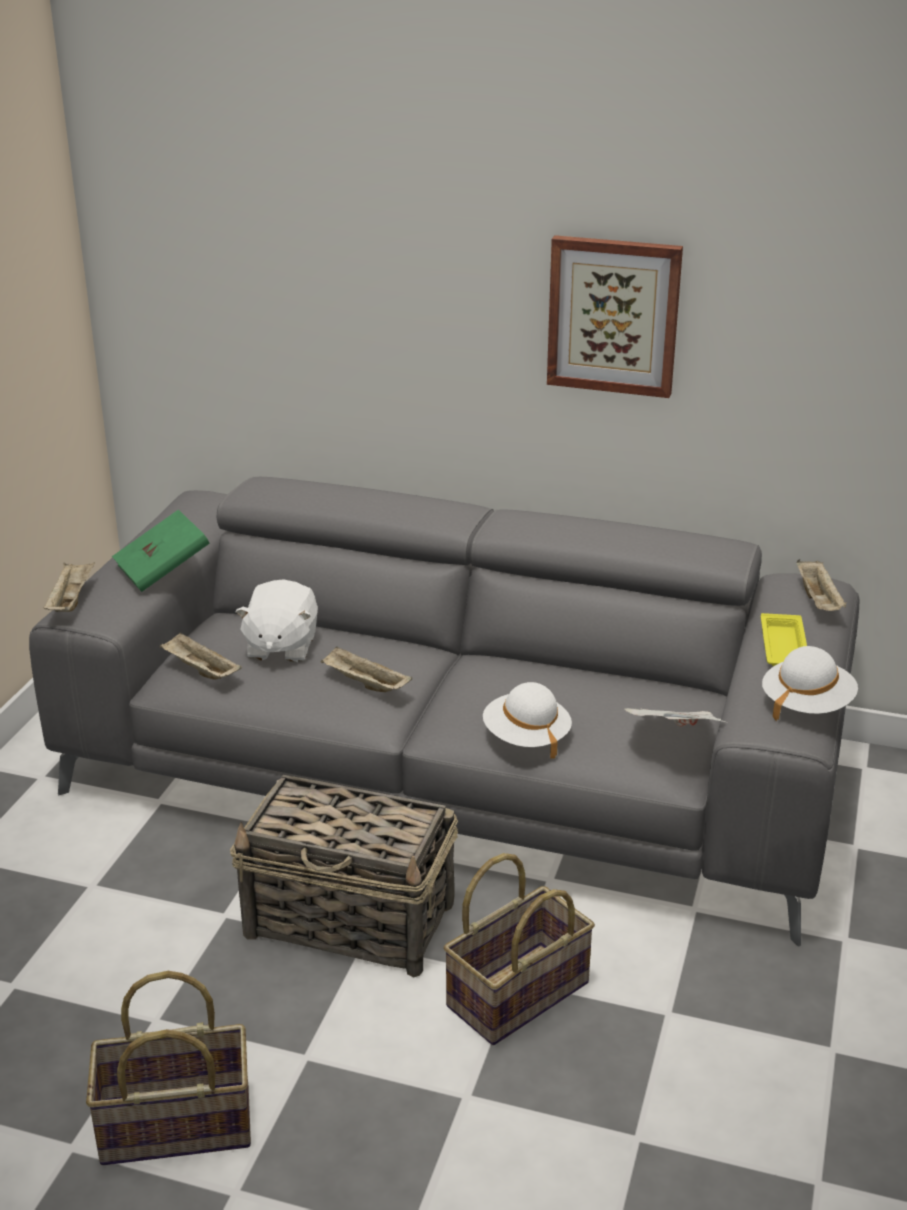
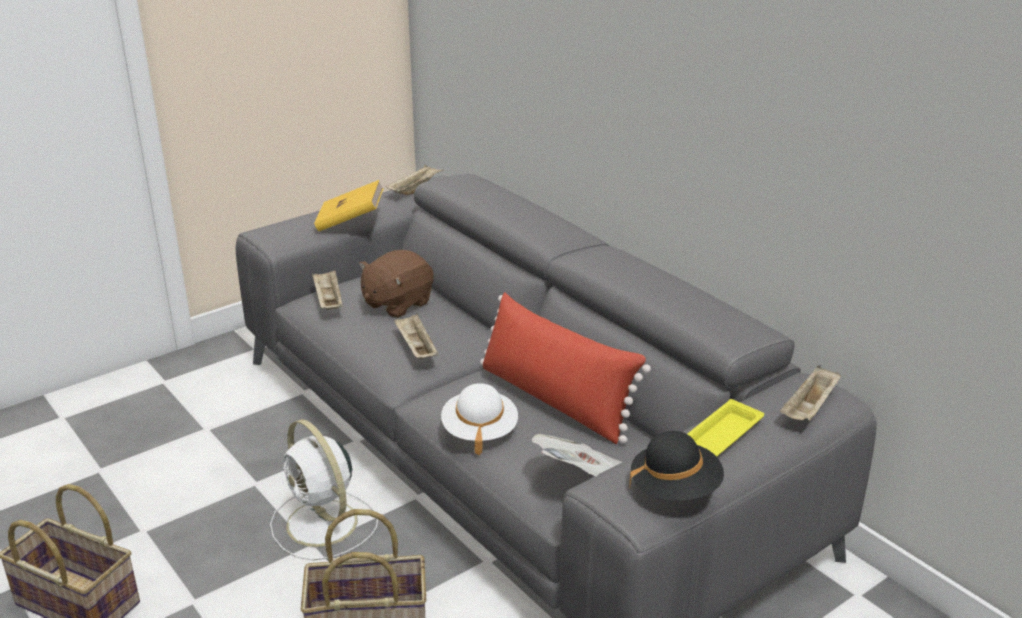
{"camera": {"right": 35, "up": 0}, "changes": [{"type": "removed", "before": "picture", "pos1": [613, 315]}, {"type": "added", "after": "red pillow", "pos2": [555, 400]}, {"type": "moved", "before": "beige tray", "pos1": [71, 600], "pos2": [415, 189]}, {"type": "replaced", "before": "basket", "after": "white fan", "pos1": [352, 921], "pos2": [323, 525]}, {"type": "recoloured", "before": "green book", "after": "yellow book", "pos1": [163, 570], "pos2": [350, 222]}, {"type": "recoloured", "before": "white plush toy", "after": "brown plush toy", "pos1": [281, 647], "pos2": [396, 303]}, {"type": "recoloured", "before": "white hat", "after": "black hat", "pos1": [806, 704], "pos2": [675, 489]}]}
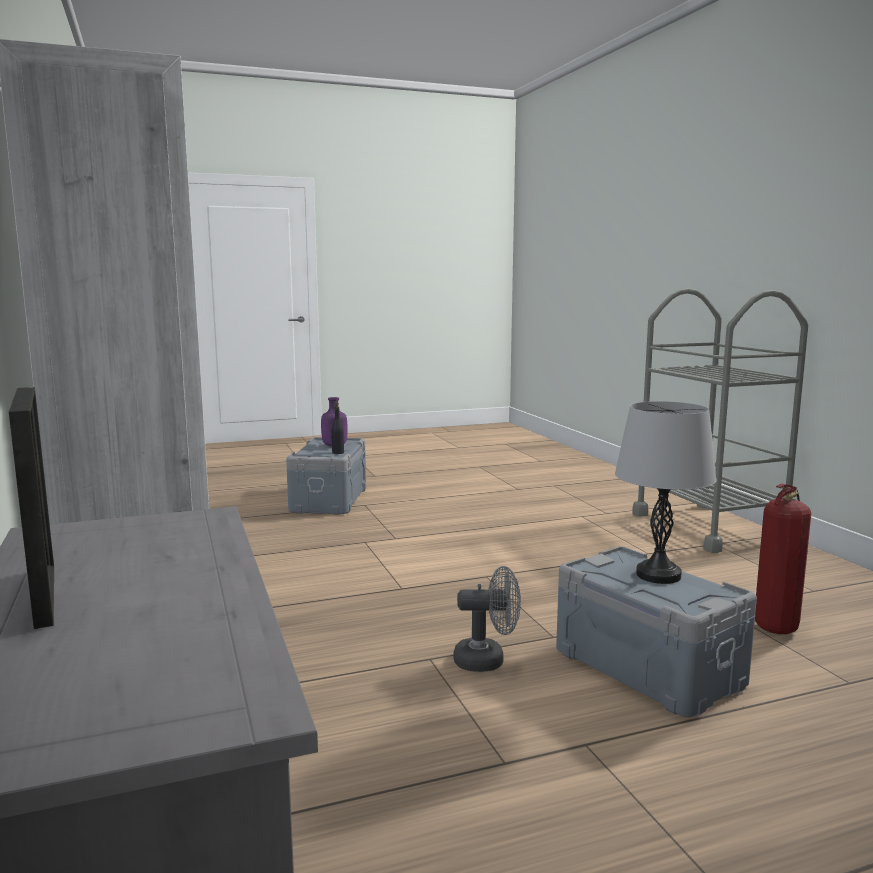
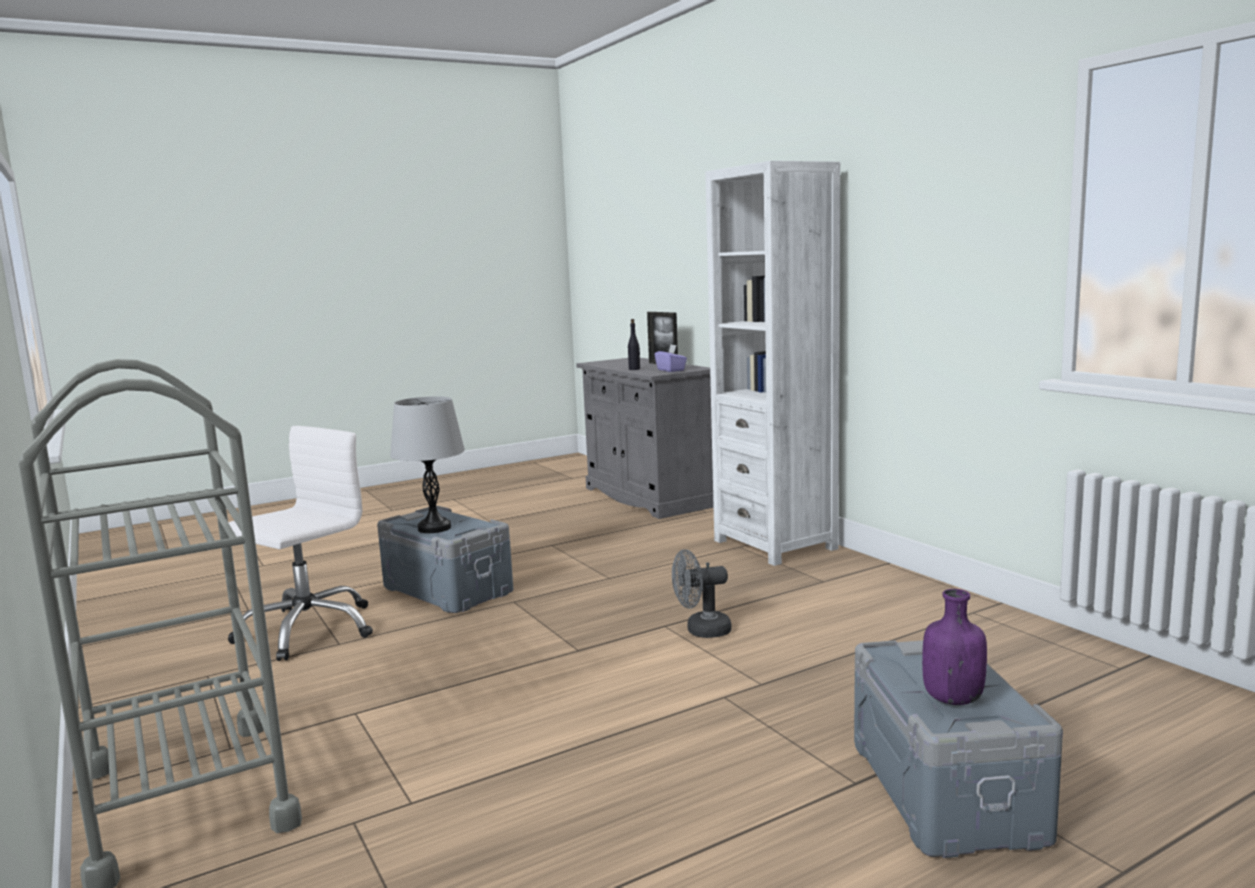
{"camera": {"right": 170, "up": 0}, "changes": [{"type": "added", "after": "purple tissue box", "pos2": [671, 370]}, {"type": "moved", "before": "black bottle", "pos1": [338, 452], "pos2": [634, 369]}, {"type": "moved", "before": "grey fan", "pos1": [487, 660], "pos2": [701, 631]}, {"type": "replaced", "before": "fire extinguisher", "after": "white office chair", "pos1": [777, 627], "pos2": [307, 630]}]}
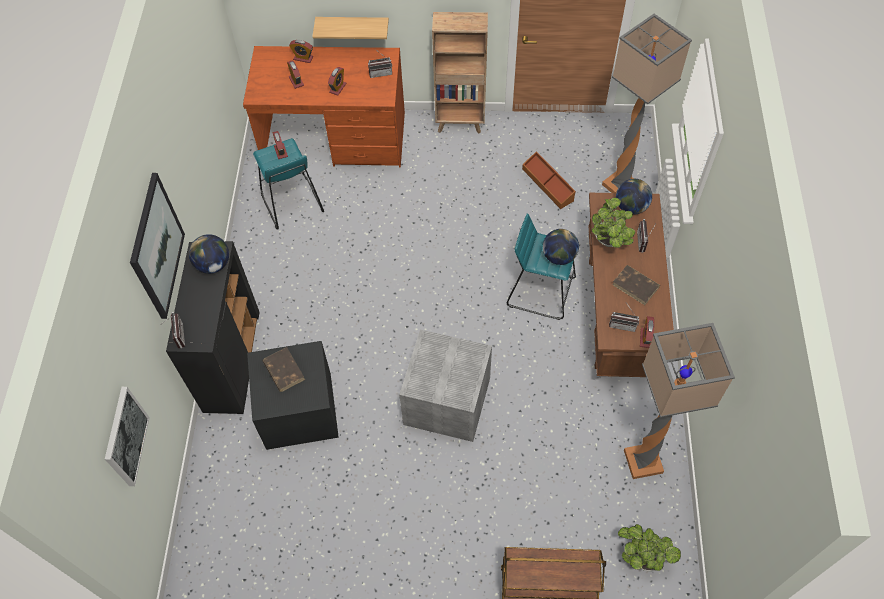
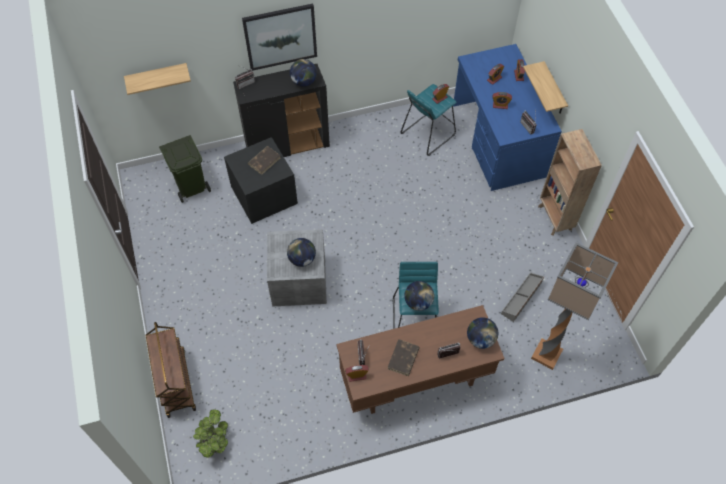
{"camera": {"right": 70, "up": 0}, "changes": [{"type": "removed", "before": "potted plant", "pos1": [609, 242]}, {"type": "removed", "before": "floor lamp", "pos1": [642, 462]}, {"type": "added", "after": "green trash can", "pos2": [192, 186]}, {"type": "added", "after": "globe", "pos2": [302, 259]}, {"type": "replaced", "before": "picture", "after": "shelf", "pos1": [125, 437], "pos2": [157, 76]}, {"type": "recoloured", "before": "brown desk", "after": "blue desk", "pos1": [335, 139], "pos2": [497, 141]}, {"type": "recoloured", "before": "brown storage box", "after": "grey storage box", "pos1": [548, 184], "pos2": [522, 298]}]}
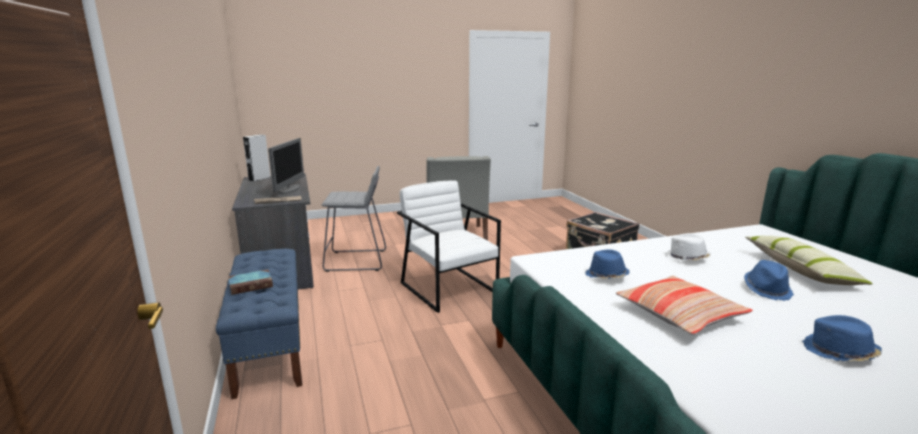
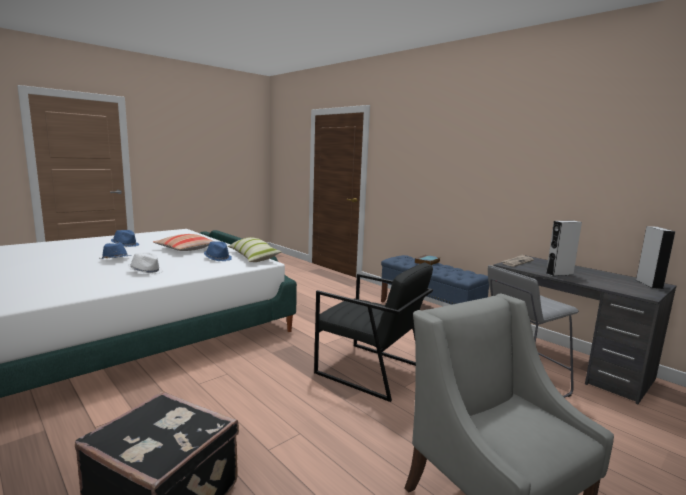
{"camera": {"right": 155, "up": -5}, "changes": [{"type": "moved", "before": "pillow", "pos1": [800, 270], "pos2": [253, 257]}, {"type": "replaced", "before": "monitor", "after": "grey speaker", "pos1": [289, 189], "pos2": [559, 274]}, {"type": "recoloured", "before": "white armchair", "after": "black armchair", "pos1": [449, 288], "pos2": [370, 370]}]}
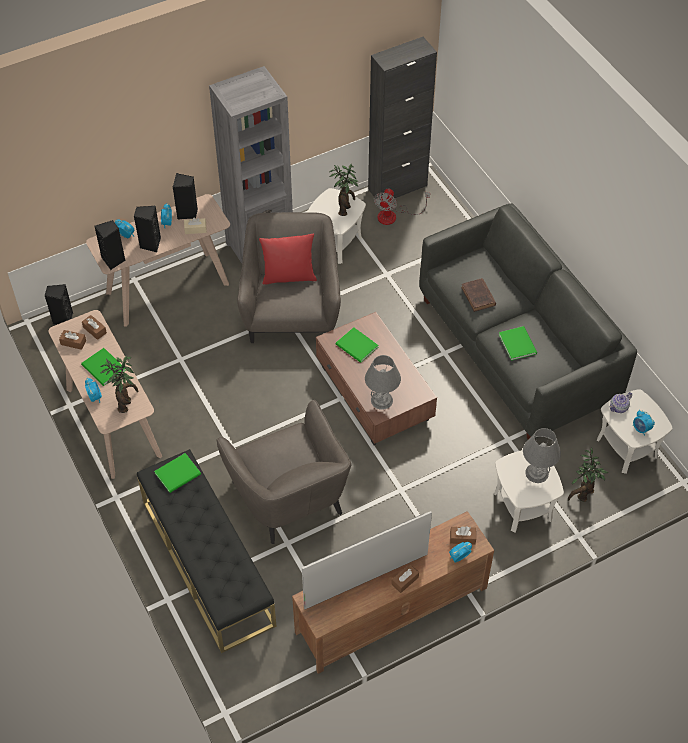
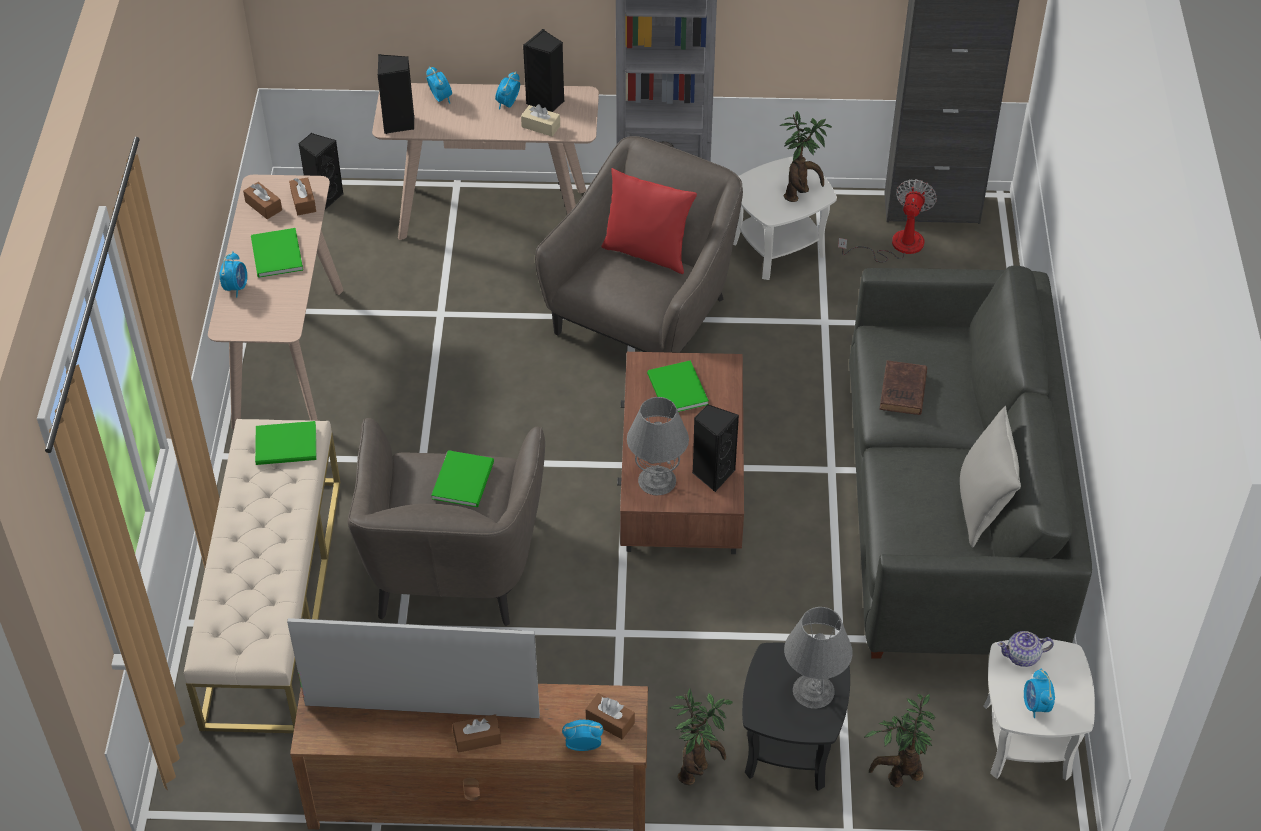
{"camera": {"right": 30, "up": -5}, "changes": [{"type": "added", "after": "grey pillow", "pos2": [982, 507]}, {"type": "moved", "before": "potted plant", "pos1": [126, 403], "pos2": [698, 770]}, {"type": "moved", "before": "black speaker", "pos1": [150, 244], "pos2": [712, 473]}, {"type": "moved", "before": "green book", "pos1": [518, 343], "pos2": [465, 479]}, {"type": "recoloured", "before": "black bench", "after": "beige bench", "pos1": [207, 562], "pos2": [273, 599]}, {"type": "recoloured", "before": "white side table", "after": "black side table", "pos1": [523, 506], "pos2": [791, 746]}, {"type": "turned", "before": "fan", "pos1": [393, 216], "pos2": [896, 245], "turn": 150}]}
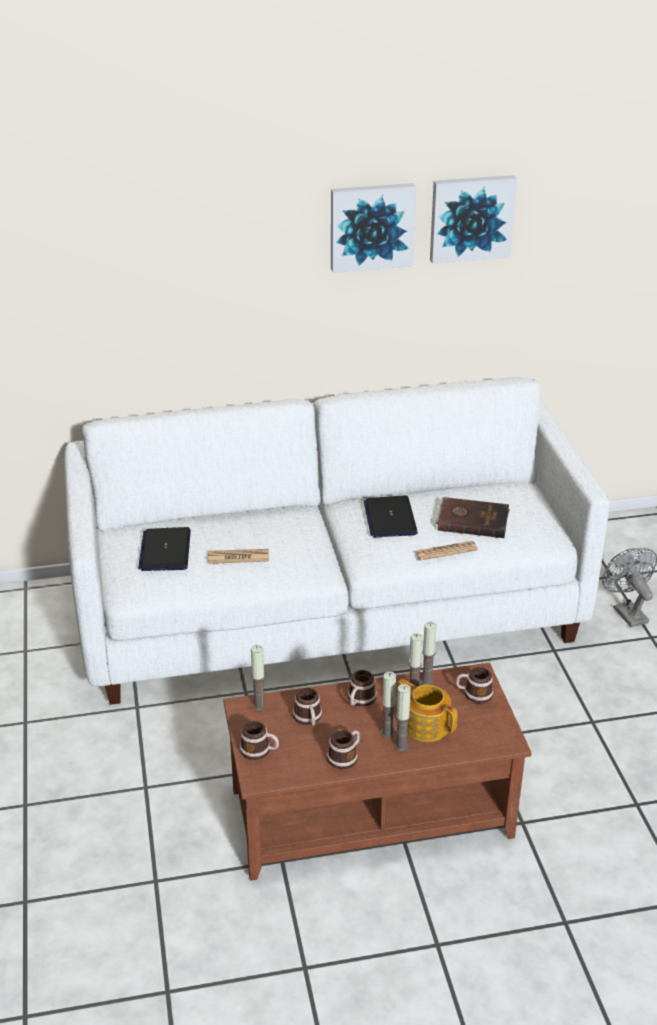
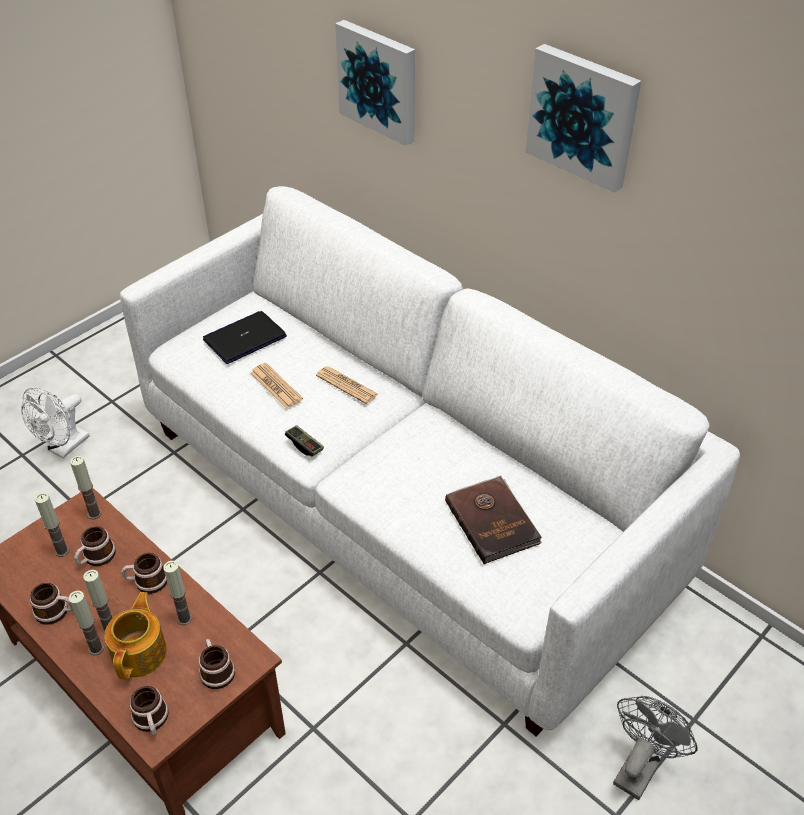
{"camera": {"right": 55, "up": 10}, "changes": [{"type": "removed", "before": "laptop", "pos1": [390, 518]}, {"type": "added", "after": "white fan", "pos2": [64, 448]}, {"type": "added", "after": "game controller", "pos2": [304, 445]}, {"type": "moved", "before": "mug", "pos1": [259, 751], "pos2": [152, 721]}, {"type": "moved", "before": "newspaper", "pos1": [446, 551], "pos2": [347, 385]}, {"type": "moved", "before": "candle", "pos1": [427, 681], "pos2": [62, 551]}, {"type": "moved", "before": "picture", "pos1": [471, 218], "pos2": [379, 81]}]}
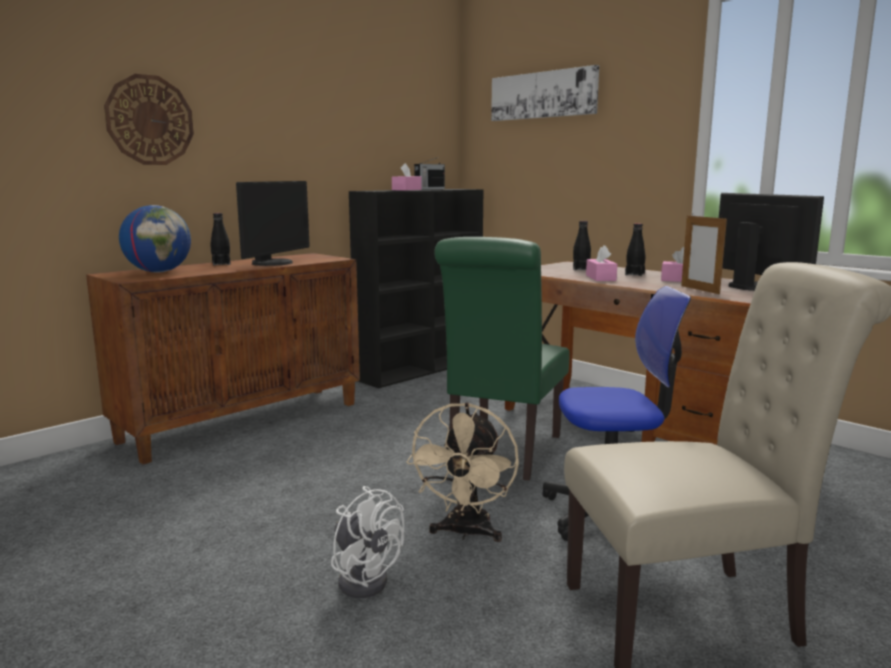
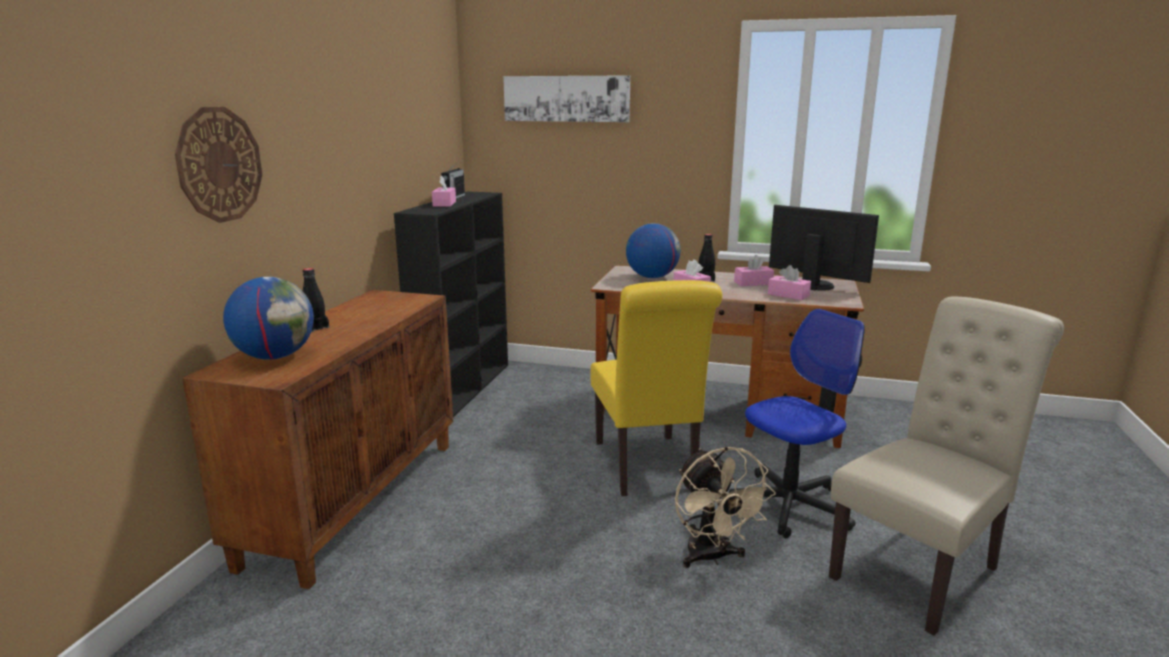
{"camera": {"right": -30, "up": 5}, "changes": [{"type": "removed", "before": "monitor", "pos1": [274, 263]}, {"type": "removed", "before": "white fan", "pos1": [364, 578]}, {"type": "replaced", "before": "black bottle", "after": "globe", "pos1": [581, 269], "pos2": [652, 277]}, {"type": "replaced", "before": "picture frame", "after": "pink tissue box", "pos1": [700, 290], "pos2": [788, 295]}, {"type": "recoloured", "before": "green chair", "after": "yellow chair", "pos1": [502, 454], "pos2": [647, 468]}]}
